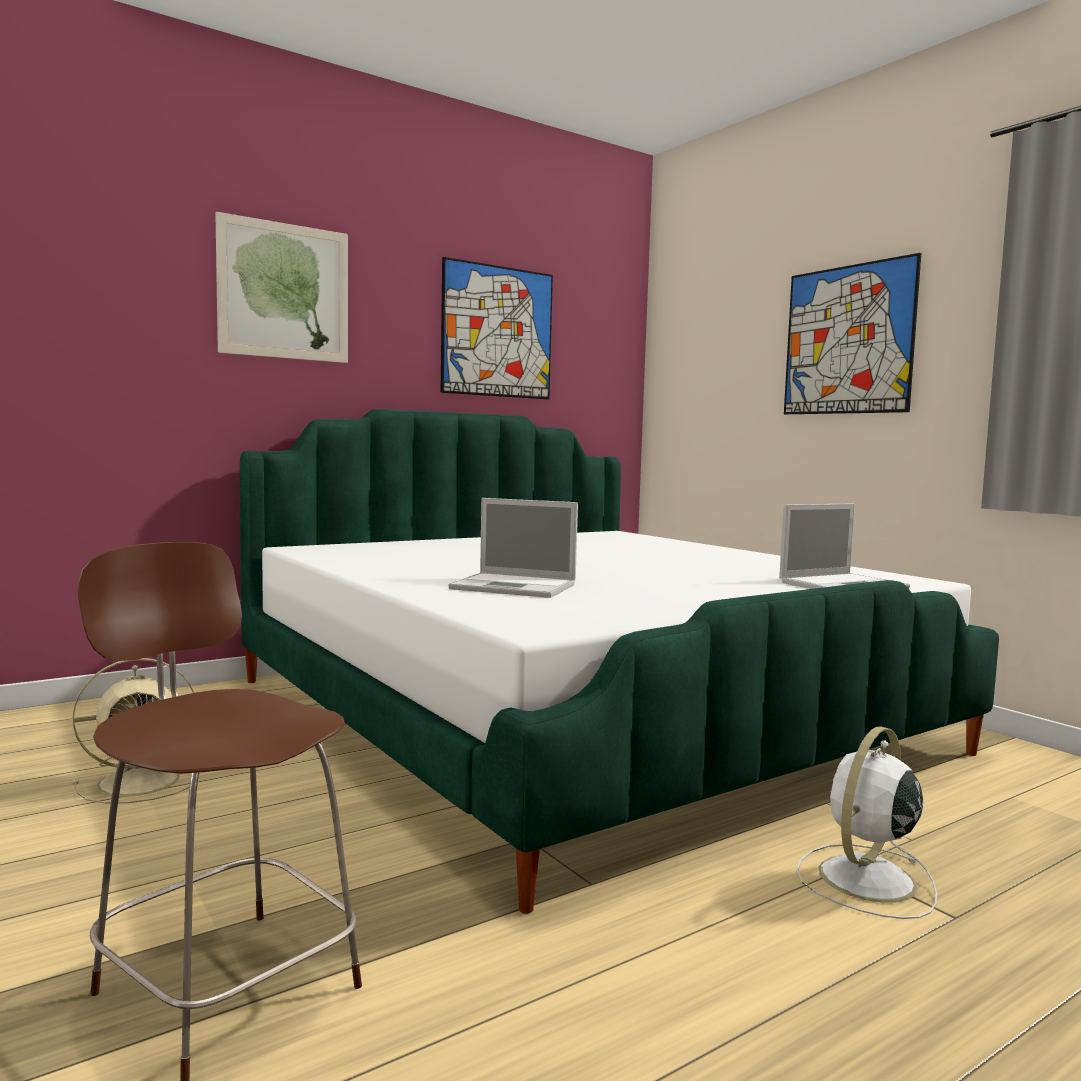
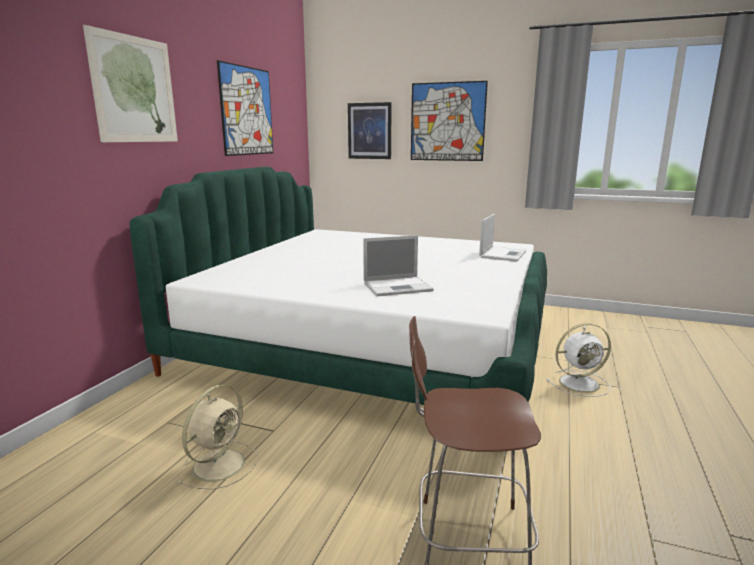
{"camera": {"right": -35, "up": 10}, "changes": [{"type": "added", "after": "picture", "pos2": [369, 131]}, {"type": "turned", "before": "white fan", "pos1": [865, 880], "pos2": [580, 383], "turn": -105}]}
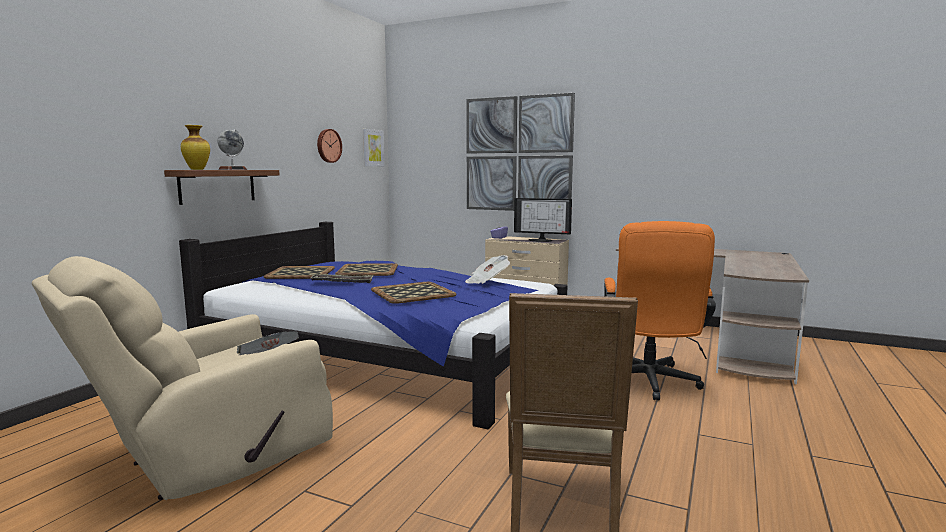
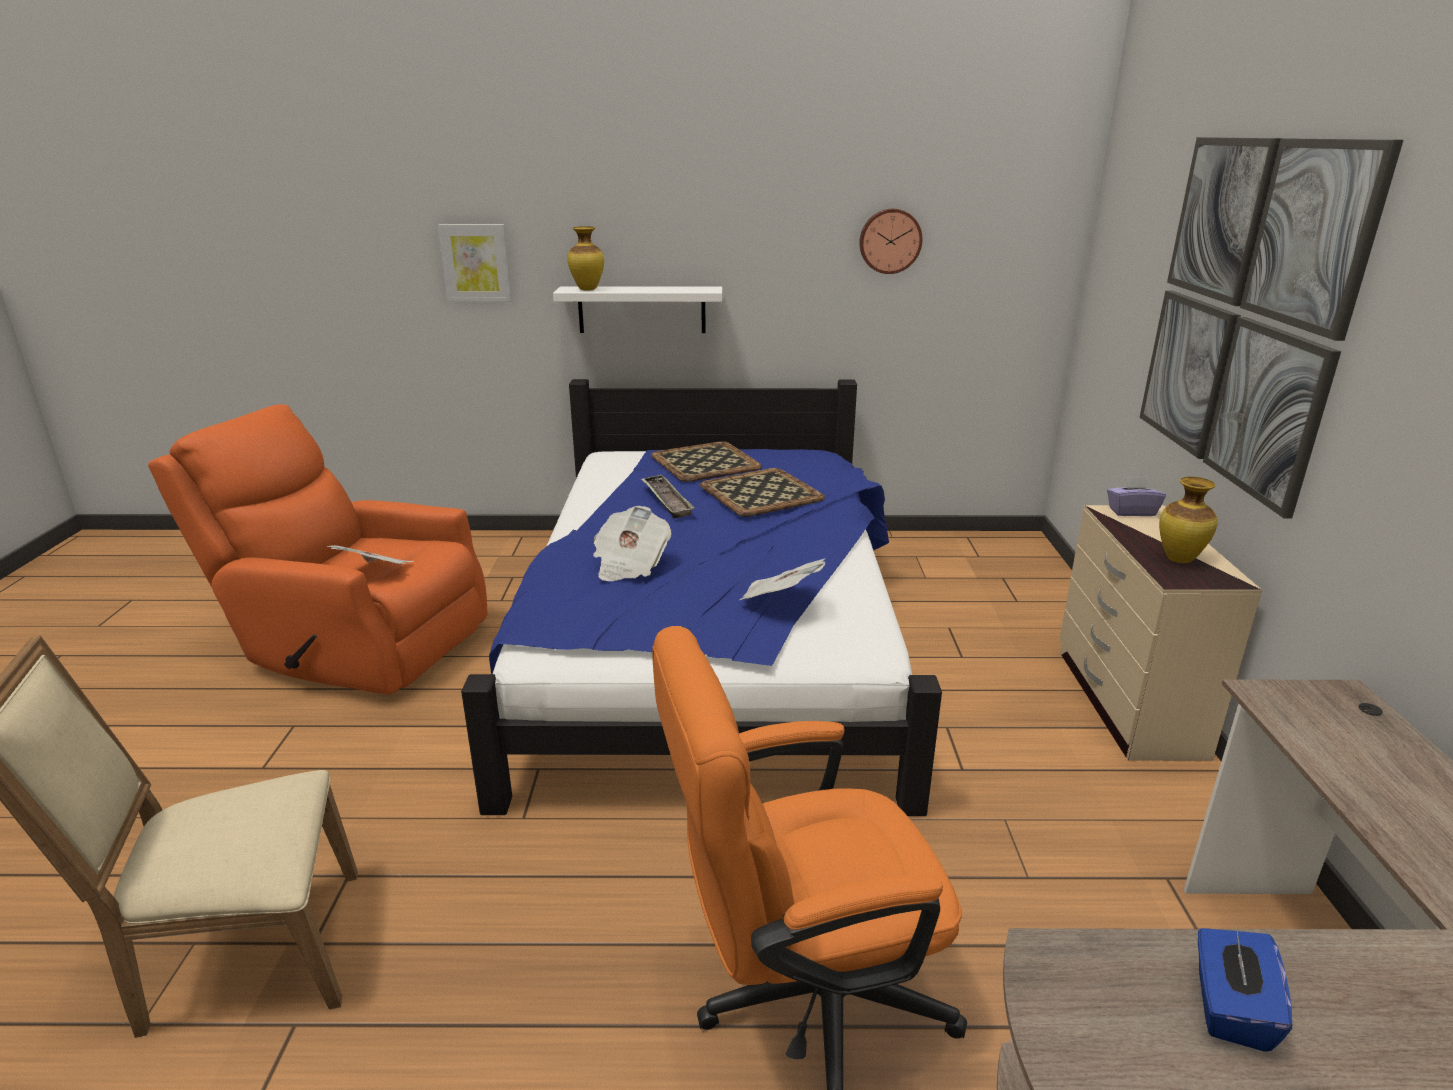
{"camera": {"right": 65, "up": 15}, "changes": [{"type": "removed", "before": "globe", "pos1": [233, 169]}, {"type": "added", "after": "blue tissue box", "pos2": [1230, 1008]}, {"type": "moved", "before": "picture", "pos1": [373, 148], "pos2": [476, 263]}, {"type": "replaced", "before": "tray", "after": "newspaper", "pos1": [413, 293], "pos2": [629, 564]}, {"type": "replaced", "before": "monitor", "after": "vase", "pos1": [541, 240], "pos2": [1180, 559]}, {"type": "recoloured", "before": "beige armchair", "after": "orange armchair", "pos1": [207, 459], "pos2": [354, 643]}, {"type": "recoloured", "before": "brown shelf", "after": "white shelf", "pos1": [217, 186], "pos2": [642, 309]}]}
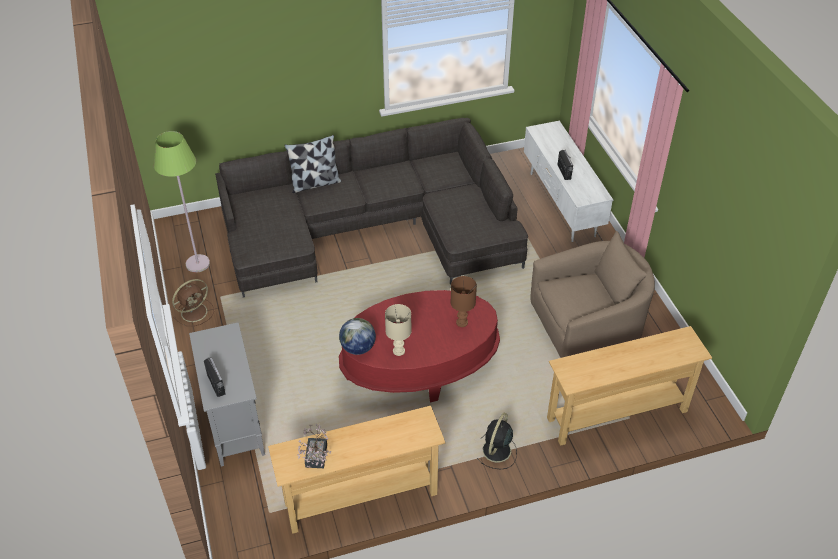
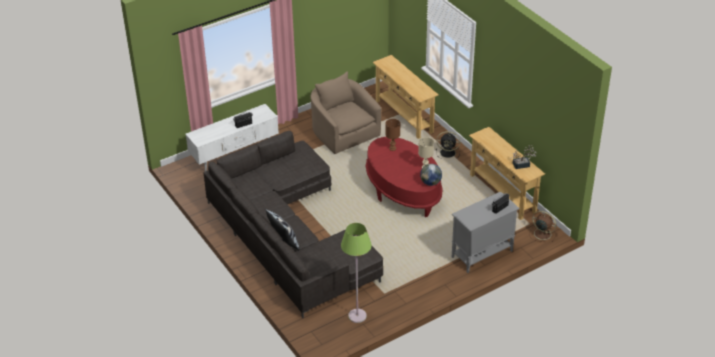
{"camera": {"right": -105, "up": -5}, "changes": [{"type": "moved", "before": "brown fan", "pos1": [195, 312], "pos2": [541, 233]}]}
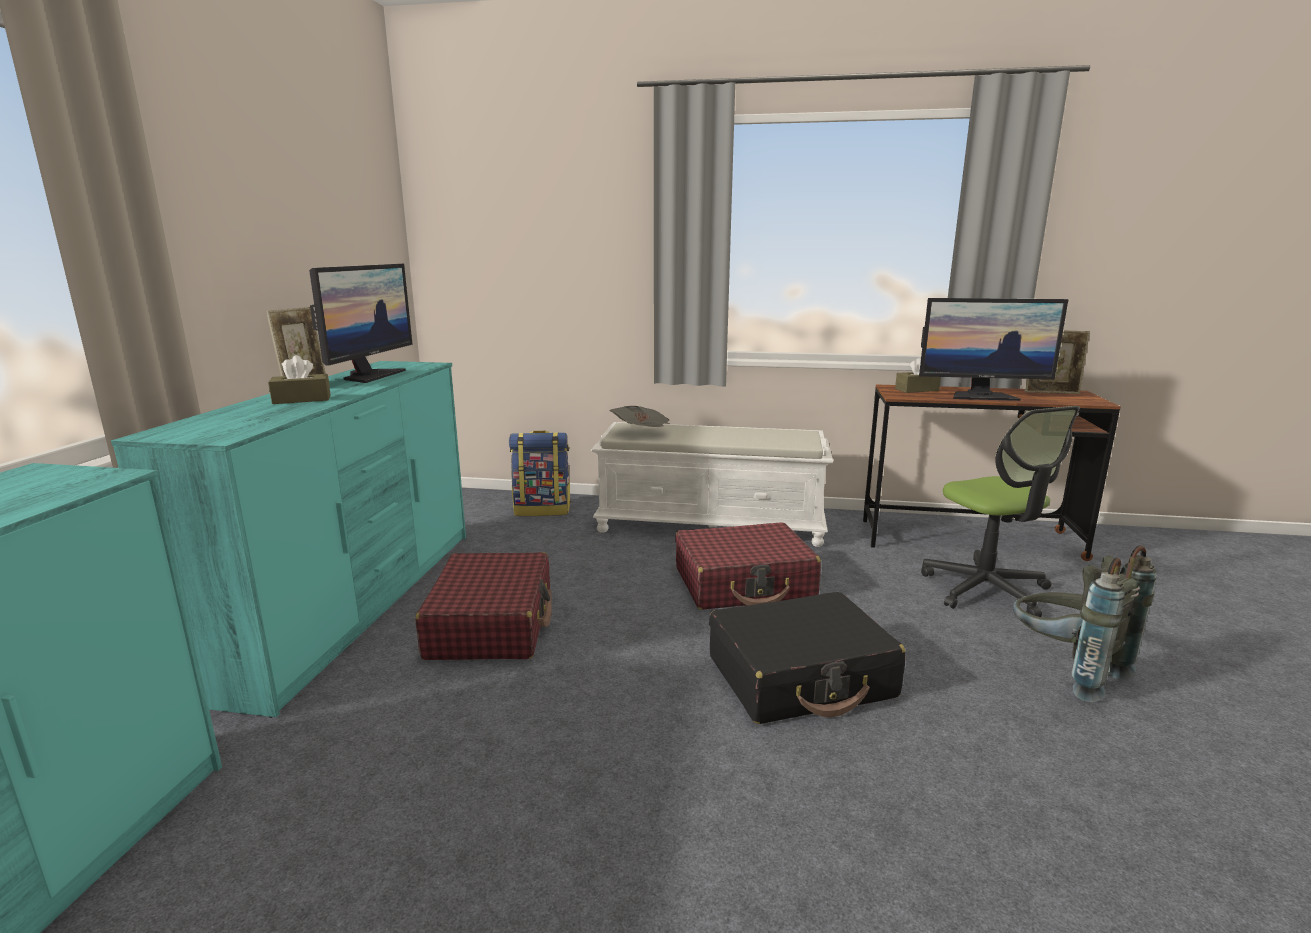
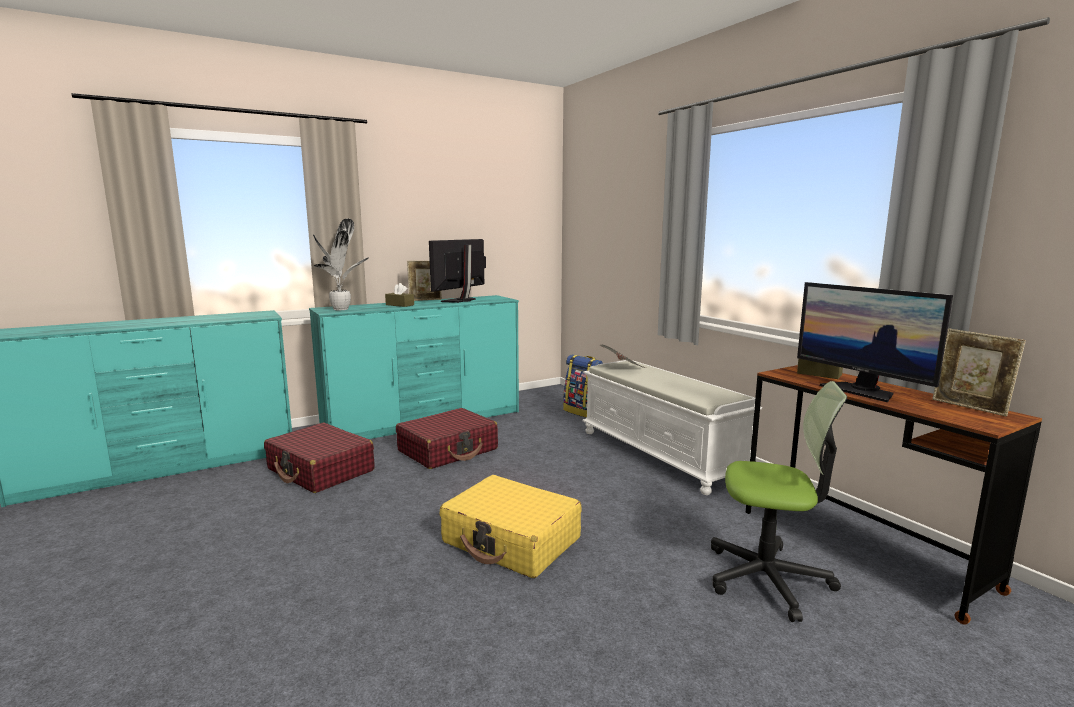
{"camera": {"right": 50, "up": -5}, "changes": [{"type": "removed", "before": "grey backpack", "pos1": [1064, 670]}, {"type": "added", "after": "potted plant", "pos2": [342, 309]}, {"type": "moved", "before": "red suitcase", "pos1": [744, 584], "pos2": [320, 470]}, {"type": "recoloured", "before": "black suitcase", "after": "yellow suitcase", "pos1": [801, 677], "pos2": [511, 540]}, {"type": "turned", "before": "monitor", "pos1": [370, 376], "pos2": [461, 300], "turn": 150}, {"type": "turned", "before": "office chair", "pos1": [986, 590], "pos2": [768, 578], "turn": -105}]}
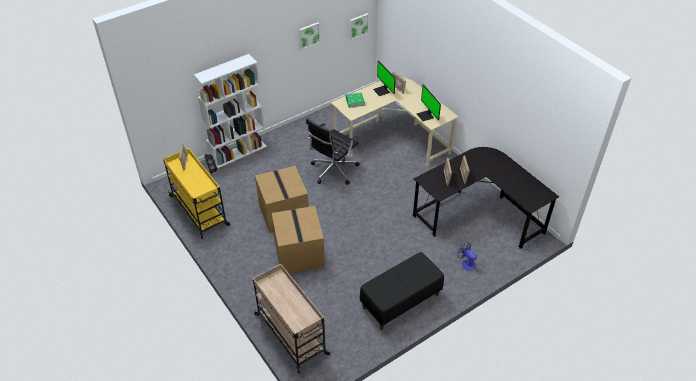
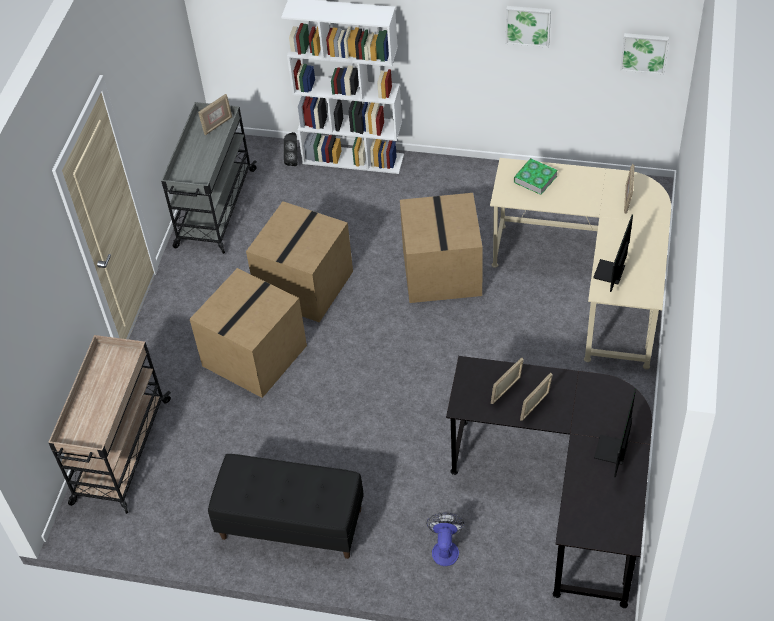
{"camera": {"right": 50, "up": 5}, "changes": [{"type": "moved", "before": "monitor", "pos1": [382, 91], "pos2": [613, 451]}, {"type": "replaced", "before": "black office chair", "after": "cardboard box", "pos1": [333, 171], "pos2": [440, 271]}, {"type": "recoloured", "before": "yellow cart", "after": "grey cart", "pos1": [199, 211], "pos2": [215, 209]}]}
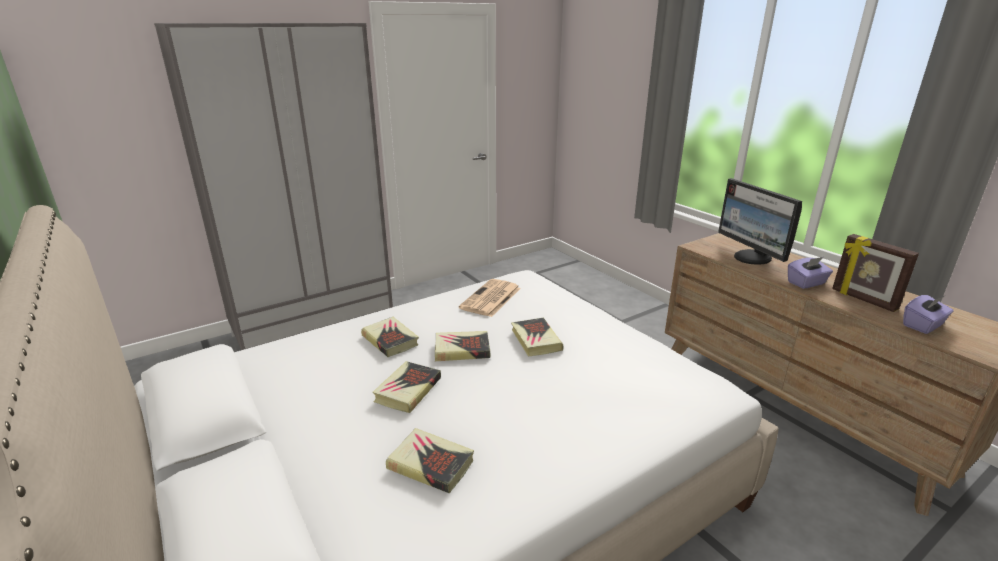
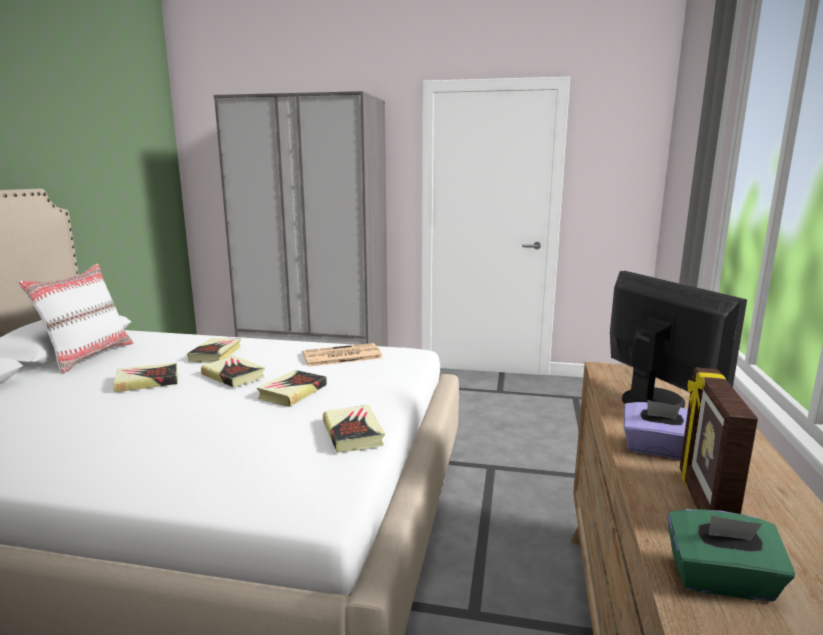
{"camera": {"right": 45, "up": -10}, "changes": [{"type": "added", "after": "white pillow", "pos2": [88, 356]}, {"type": "moved", "before": "book", "pos1": [431, 464], "pos2": [353, 433]}, {"type": "recoloured", "before": "purple tissue box", "after": "green tissue box", "pos1": [923, 325], "pos2": [721, 581]}, {"type": "turned", "before": "monitor", "pos1": [751, 258], "pos2": [654, 400], "turn": 135}]}
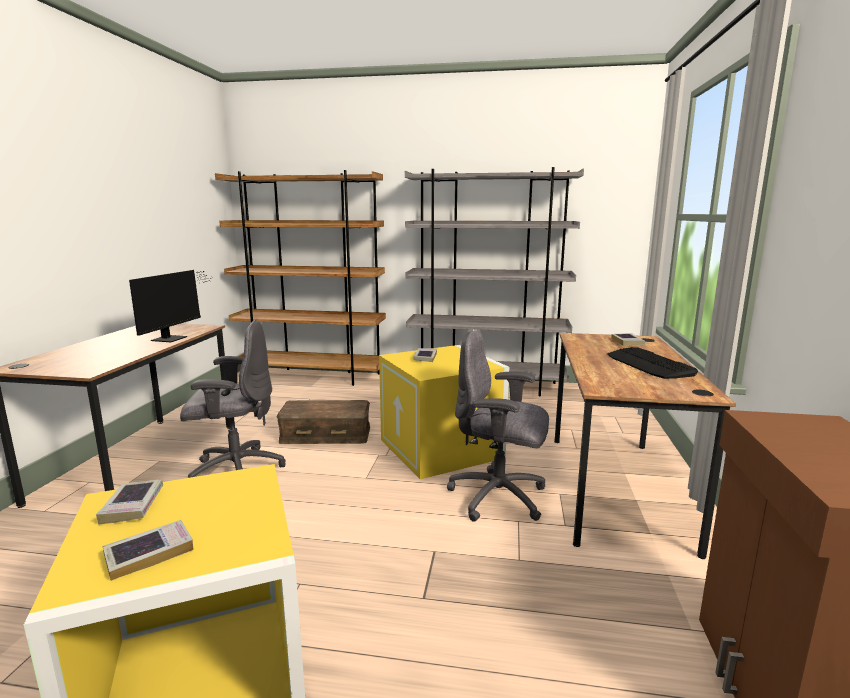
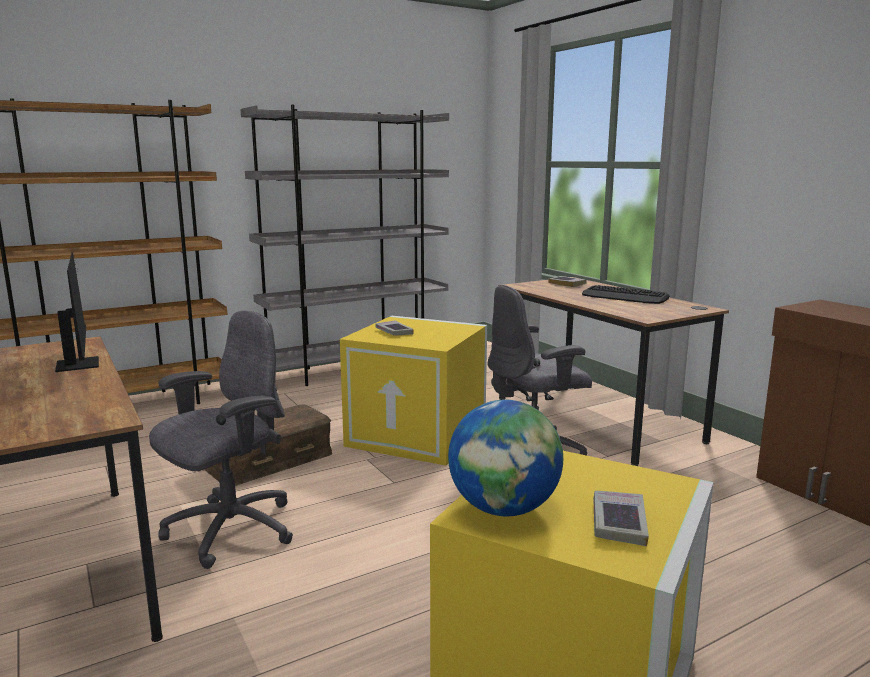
{"camera": {"right": -40, "up": 0}, "changes": [{"type": "replaced", "before": "book", "after": "globe", "pos1": [133, 505], "pos2": [504, 509]}]}
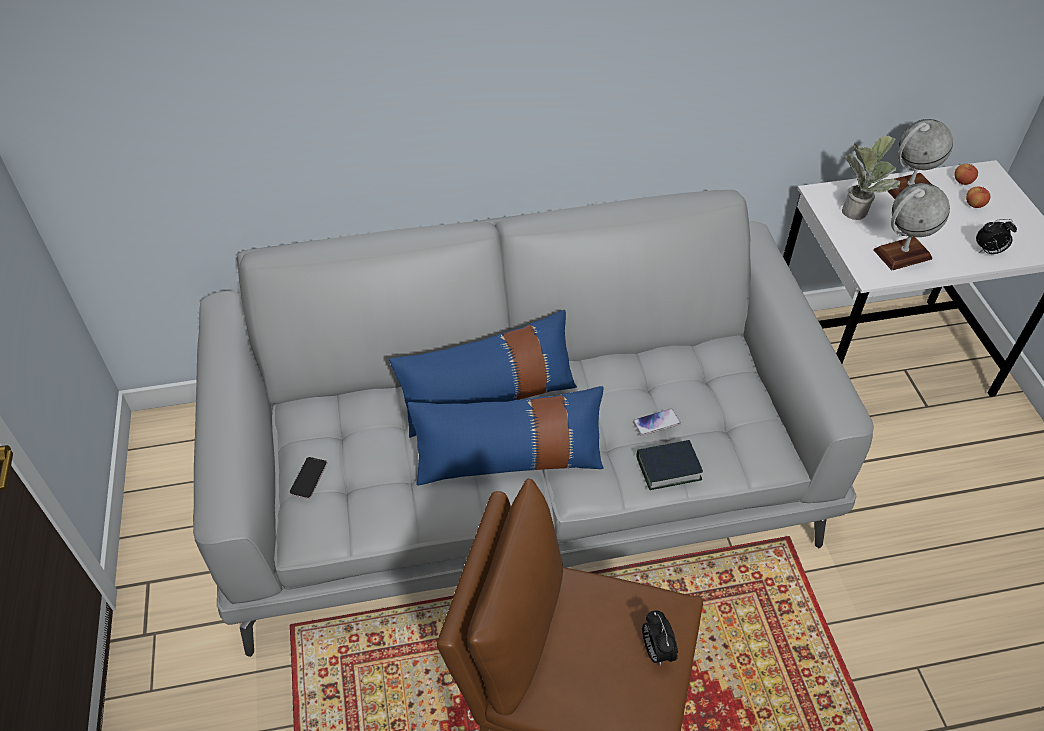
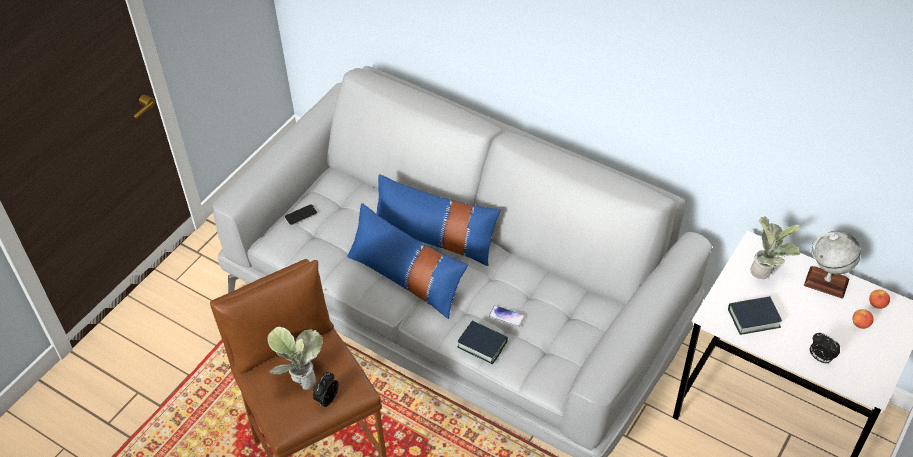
{"camera": {"right": 45, "up": 0}, "changes": [{"type": "added", "after": "potted plant", "pos2": [299, 378]}, {"type": "replaced", "before": "globe", "after": "book", "pos1": [902, 254], "pos2": [753, 318]}]}
